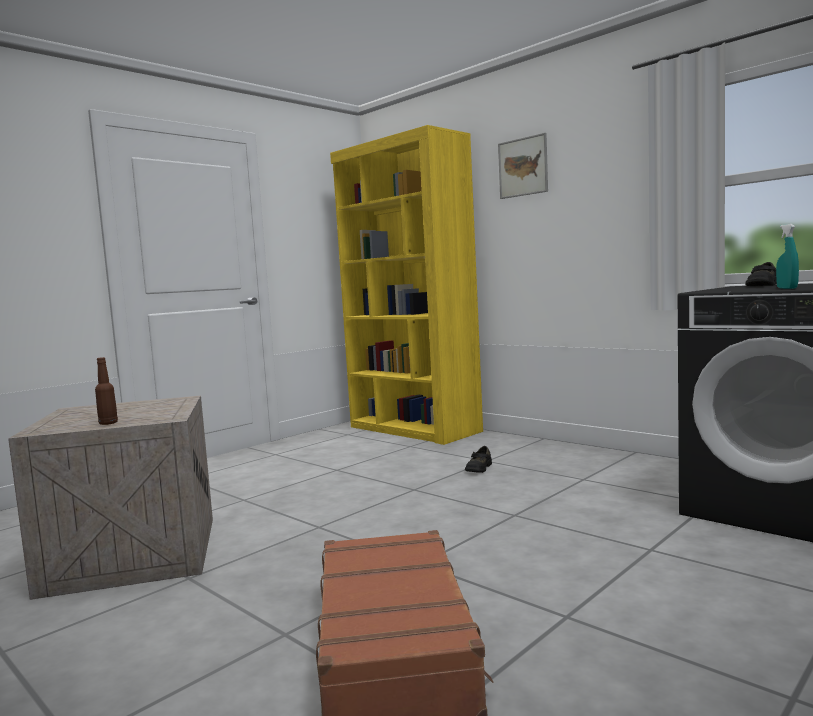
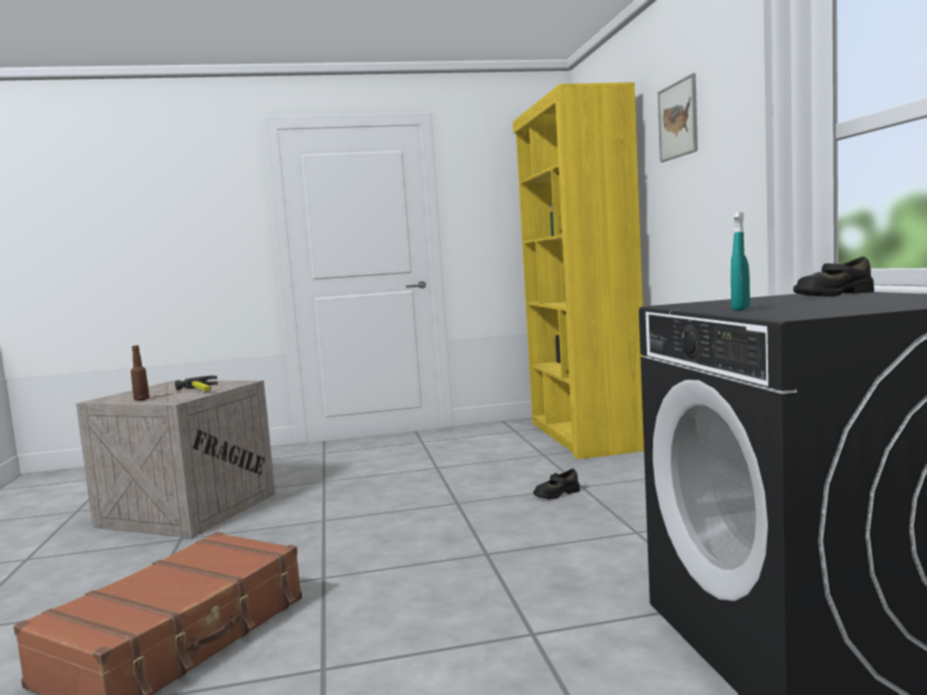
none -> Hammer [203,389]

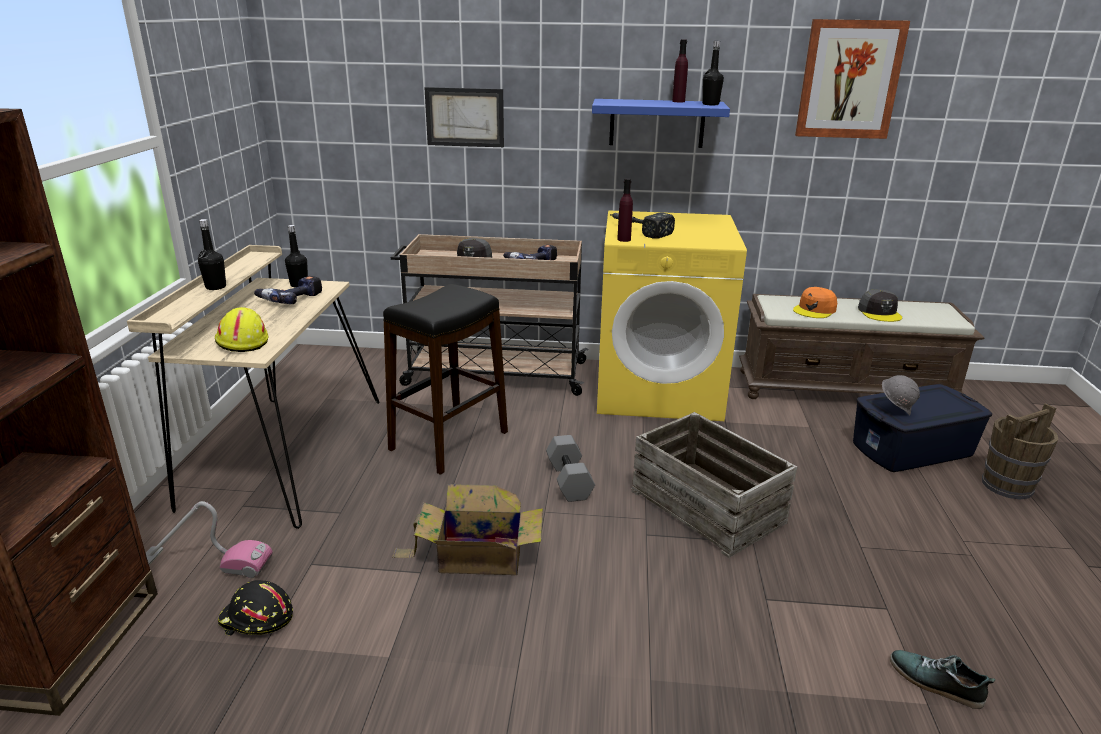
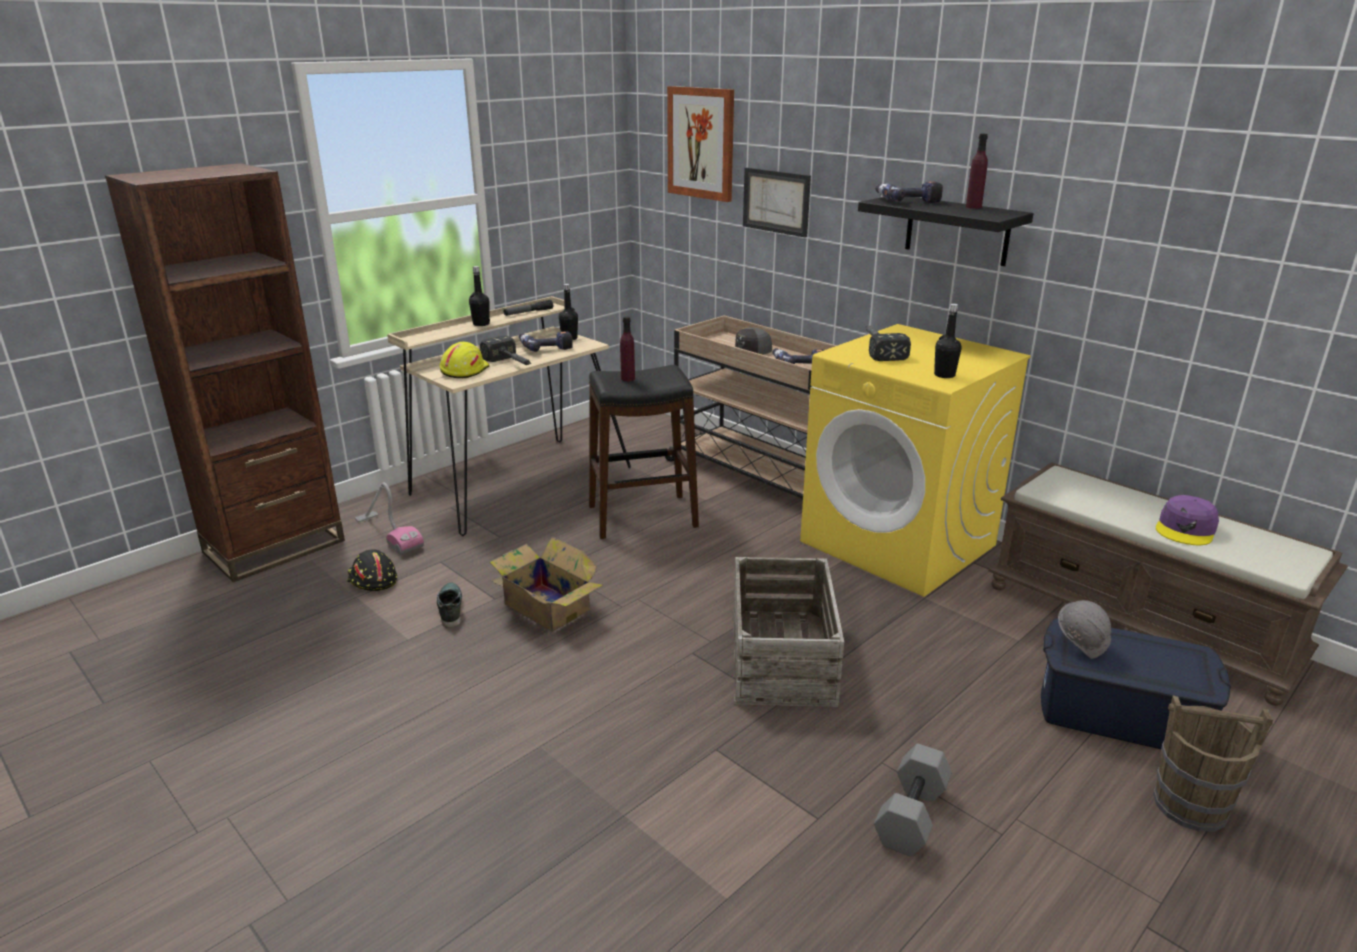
Bild [849,80] -> Bild [701,143], move
Flasche (schwarz) [710,104] -> Flasche (schwarz) [944,375], move
Wandregal (blau) [657,123] -> Wandregal (schwarz) [957,230]
Flasche (lila) [624,239] -> Flasche (lila) [628,379], move
Kappe (orange) [815,310] -> none
Kappe (grau) [879,313] -> Kappe (lila) [1186,529]
Hantel (grau) [570,481] -> Hantel (grau) [912,816], move
Schuh [935,683] -> Schuh [450,608], move
none -> Bohrmaschine [907,201]
none -> Taschenlampe [528,312]
none -> Hammer [512,364]

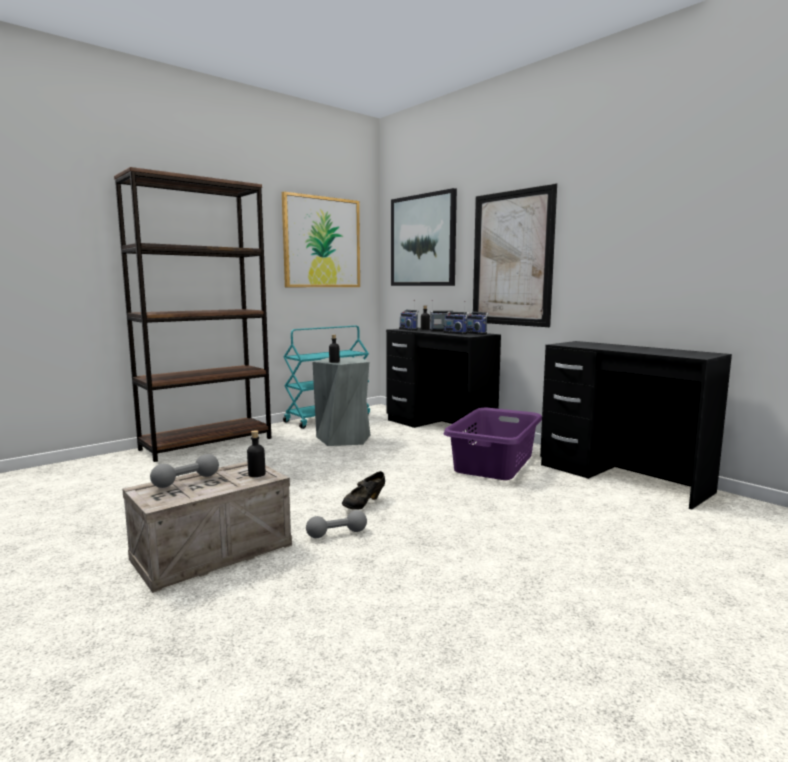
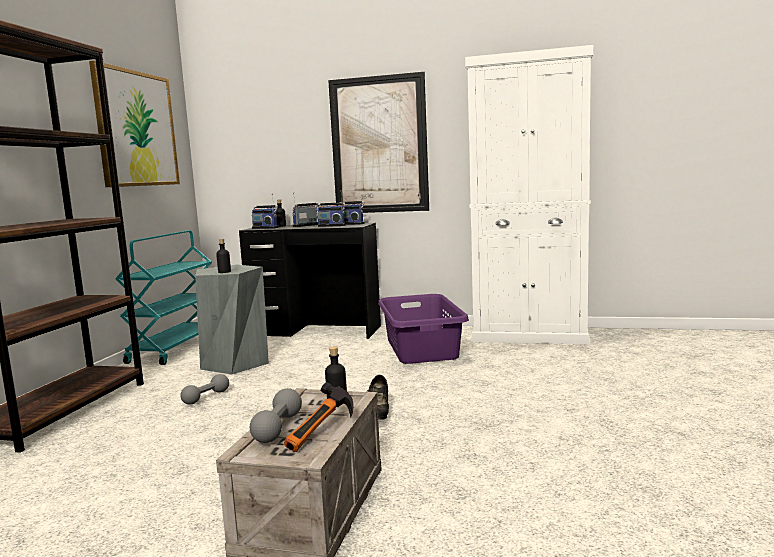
Bild [423,240] -> none
Schreibtisch (schwarz) [622,478] -> Schrank (weiß) [529,335]
Hantel (grau) [337,534] -> Hantel (grau) [206,397], move
none -> Hammer [323,434]

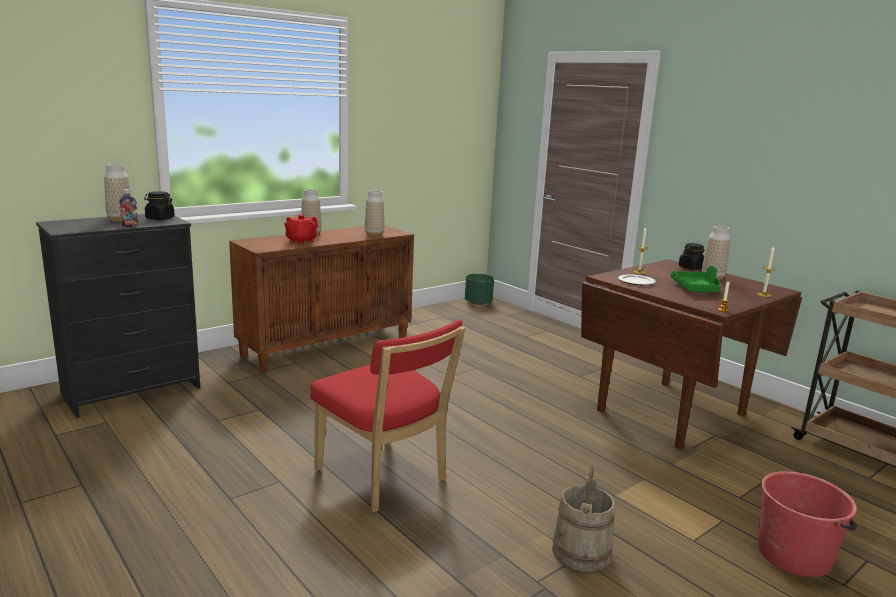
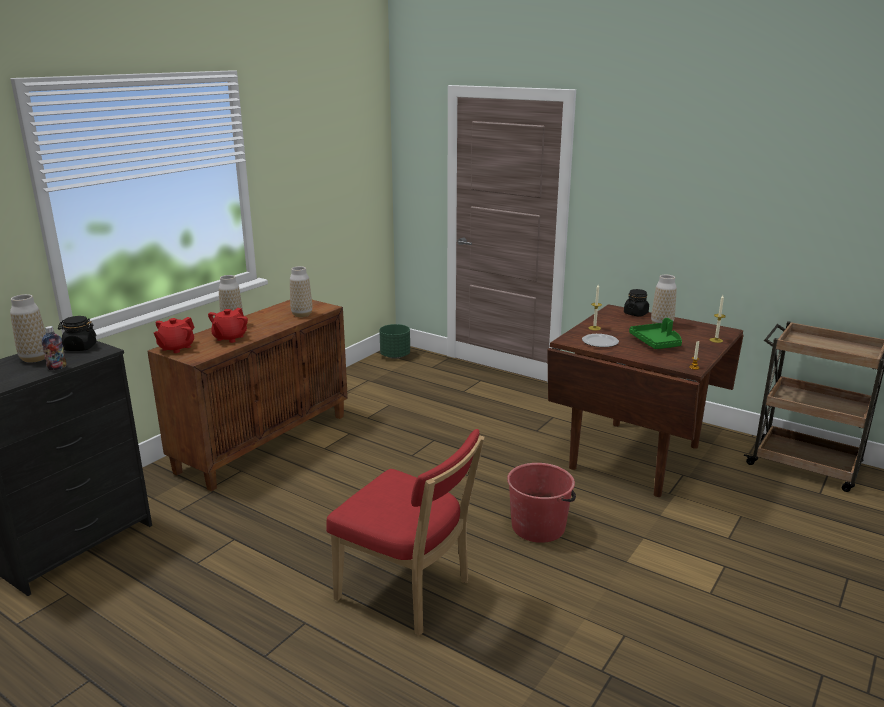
Eimer (beige) [581,552] -> none
Eimer (rot) [794,555] -> Eimer (rot) [539,527], move
none -> Teekanne (rot) [176,348]

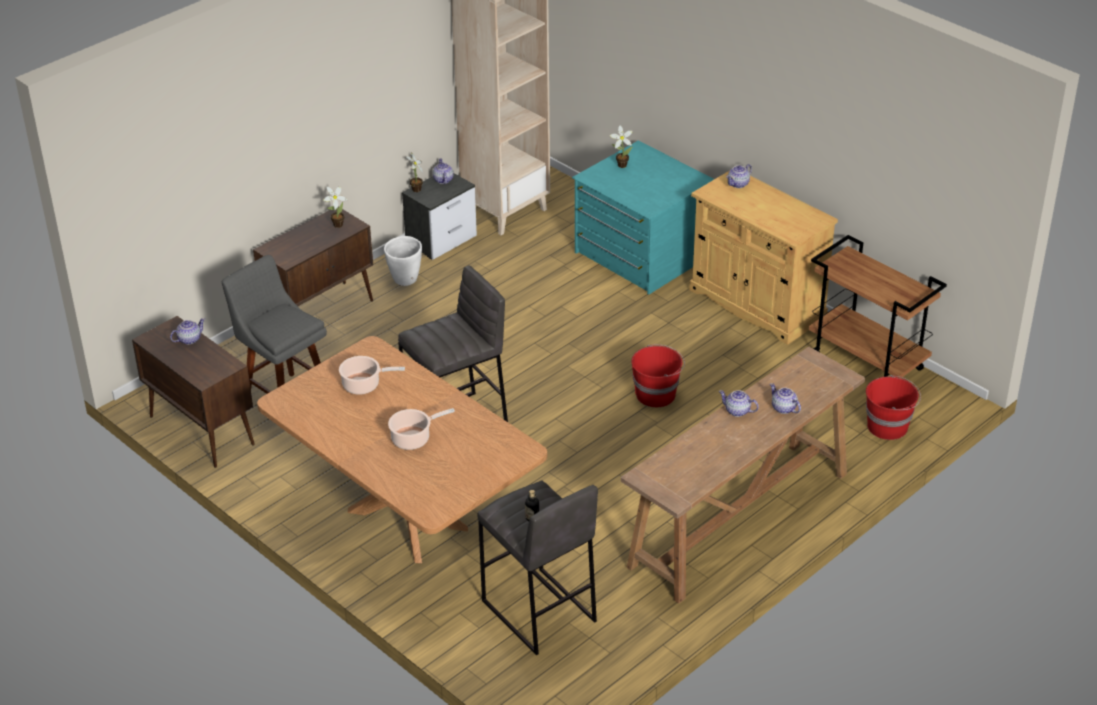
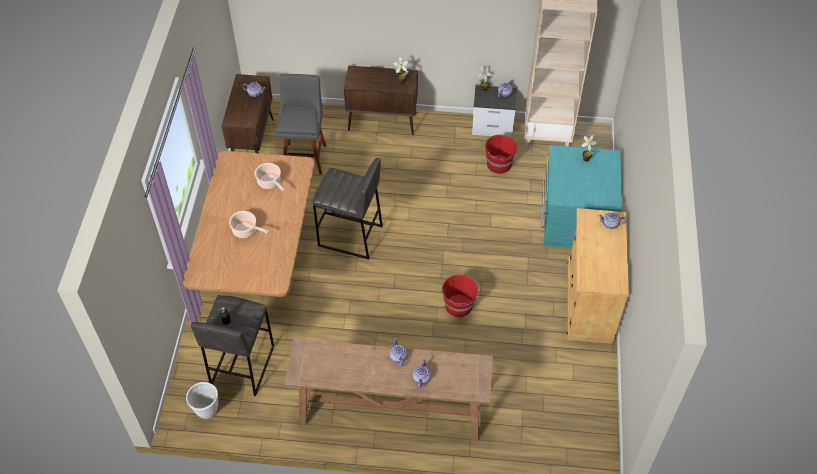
Rollwagen (braun) [868,362] -> none
Pflanzkübel (weiß) [405,280] -> Pflanzkübel (weiß) [207,411], move
Eimer (rot) [888,426] -> Eimer (rot) [499,164], move

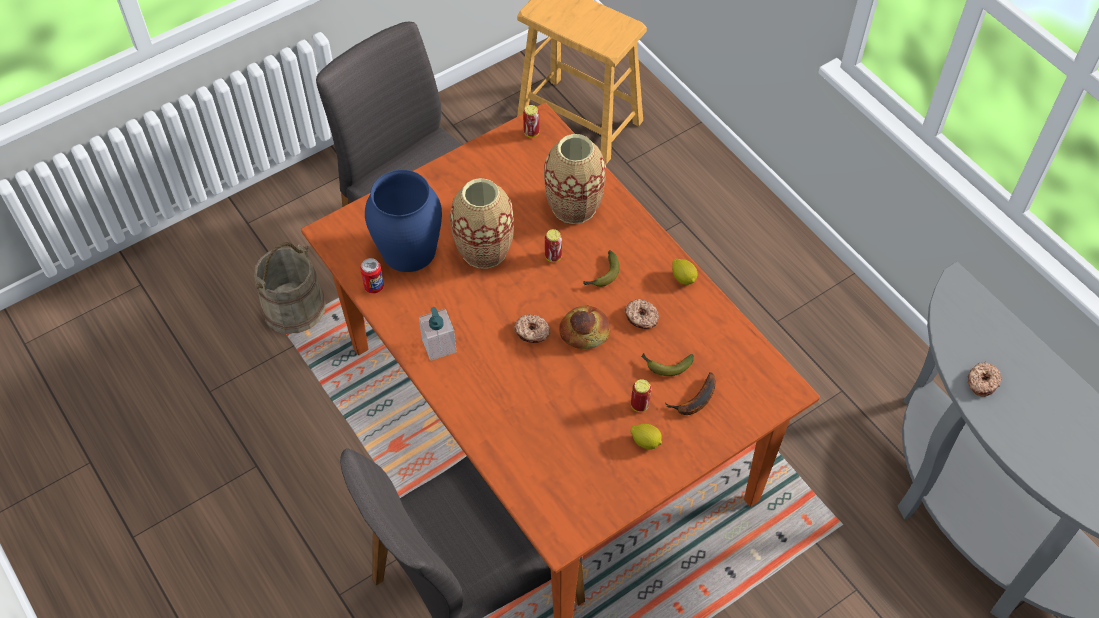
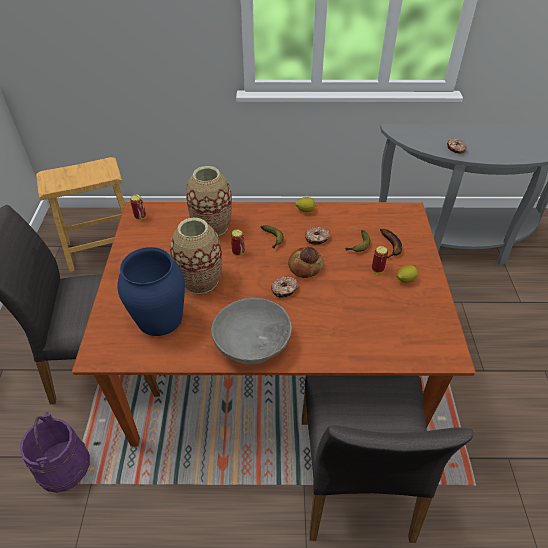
Eimer (beige) [294,308] -> Eimer (lila) [63,466]
Dose [374,286] -> none
Seifenspender [439,346] -> Schüssel (grau) [252,342]

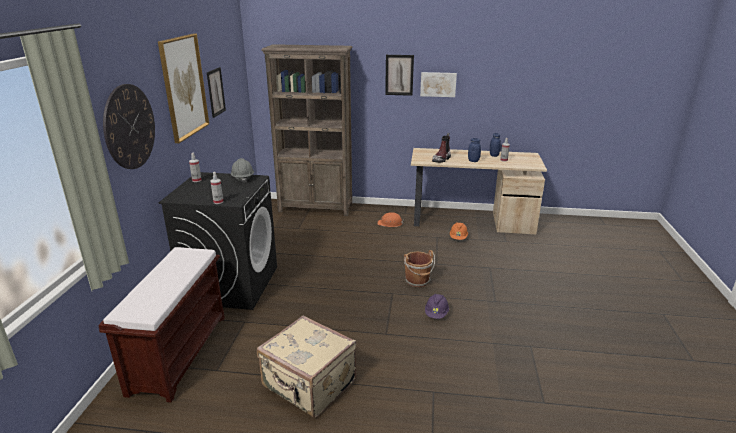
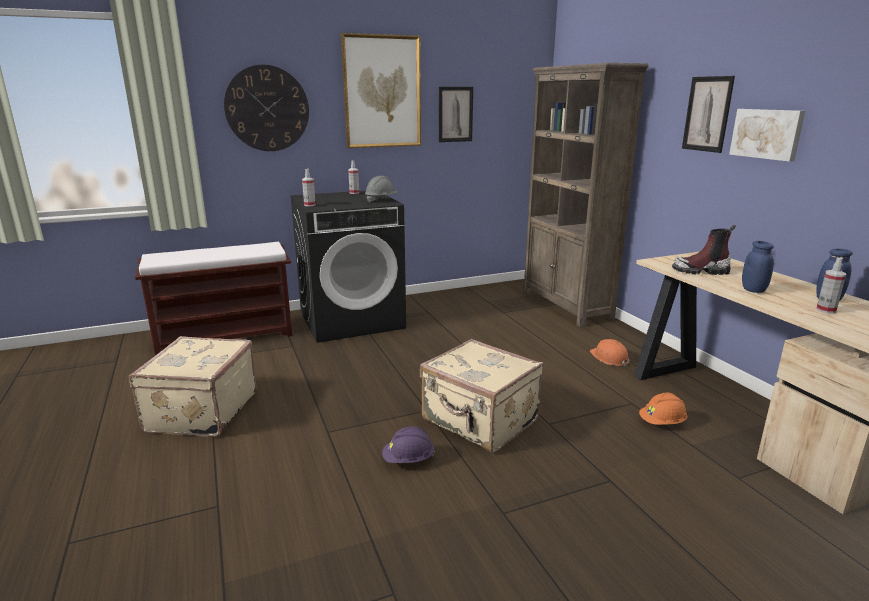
Eimer (braun) [418,281] -> Koffer (beige) [479,421]

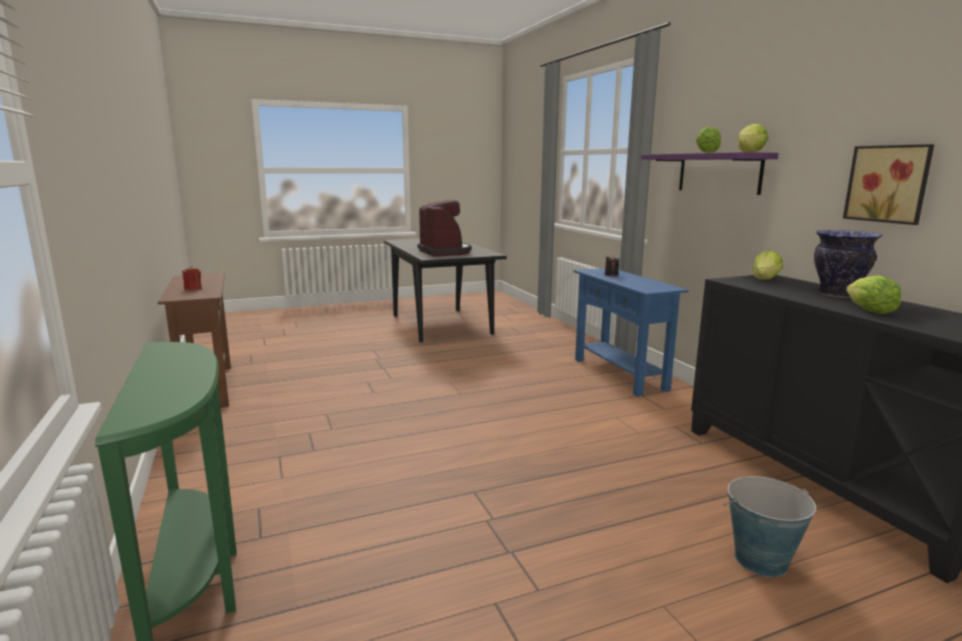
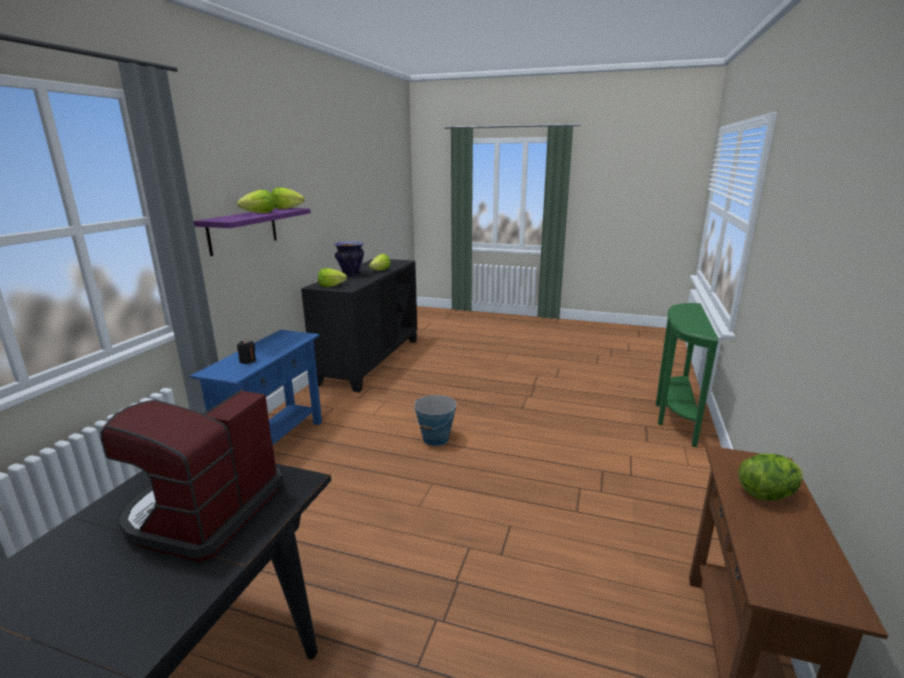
Bild [889,184] -> none
Kerze (rot) [193,289] -> Salatkopf [766,494]
Eimer [760,560] -> Eimer [436,439], move

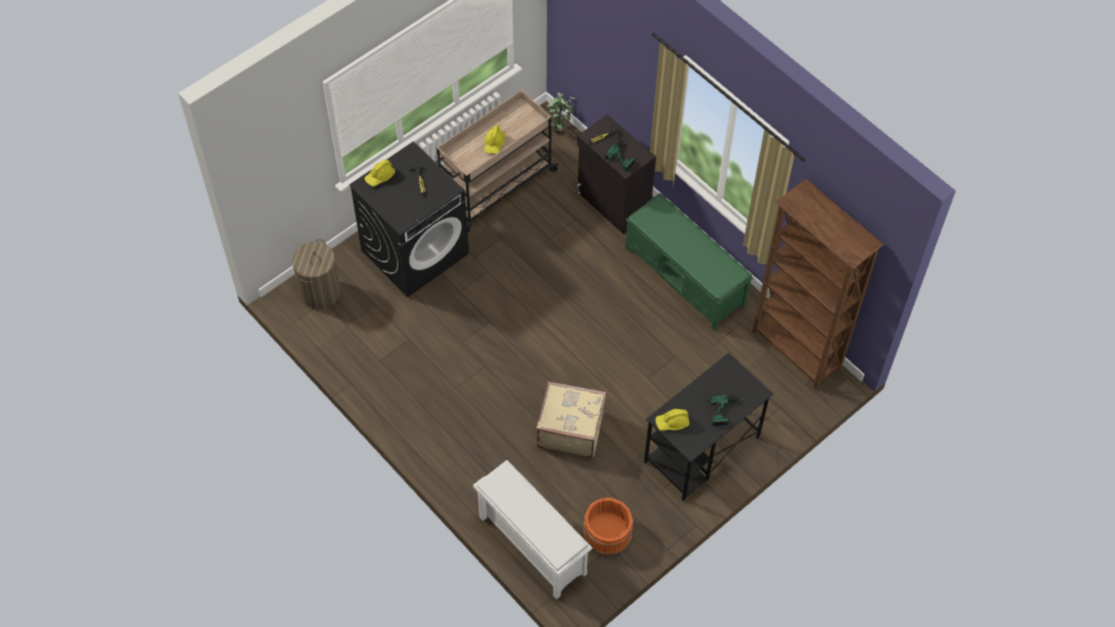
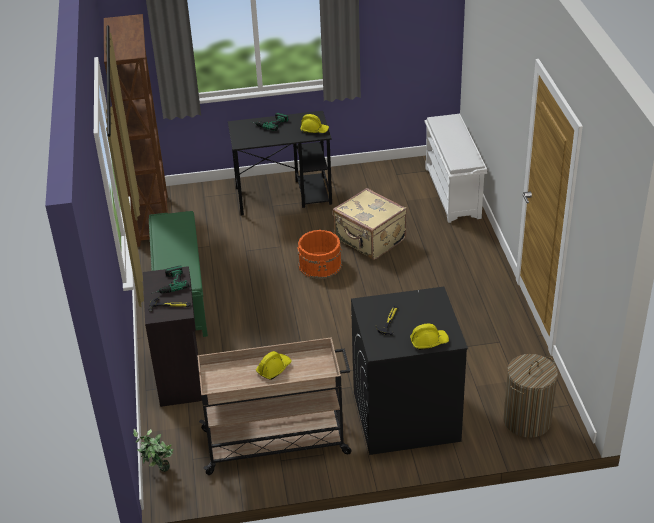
Eimer (orange) [607,532] -> Eimer (orange) [320,265], move

